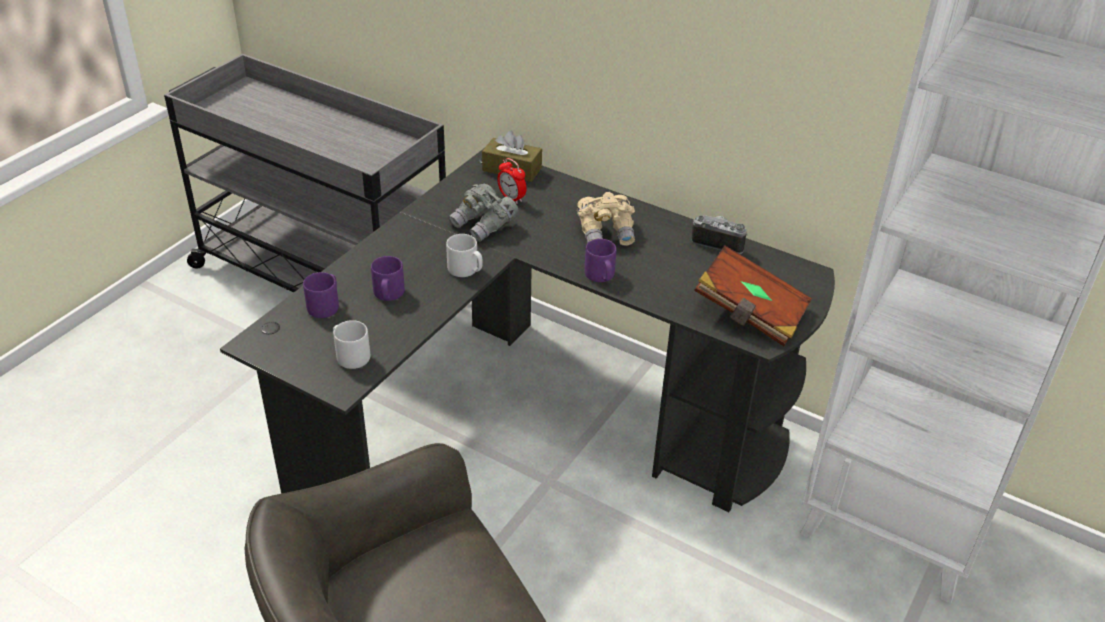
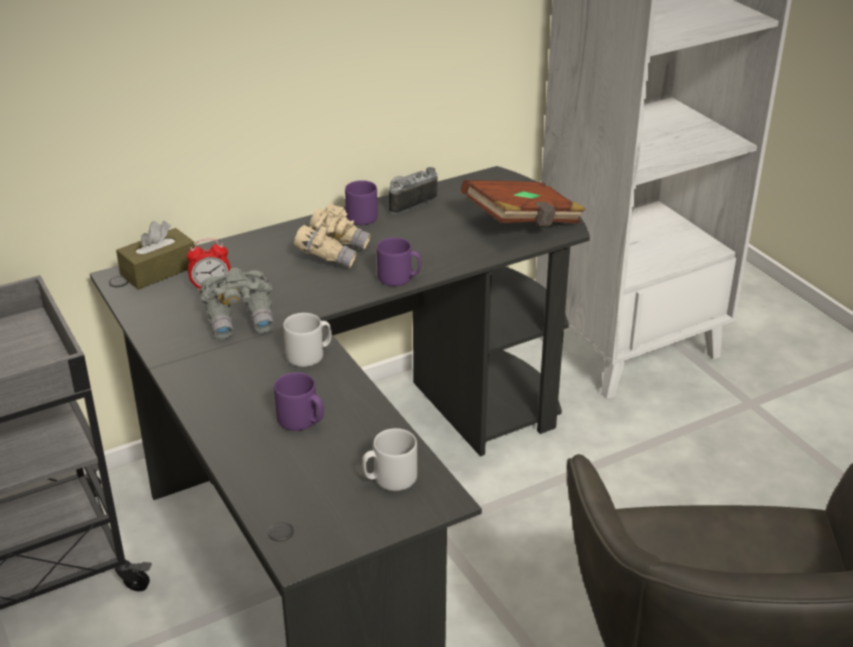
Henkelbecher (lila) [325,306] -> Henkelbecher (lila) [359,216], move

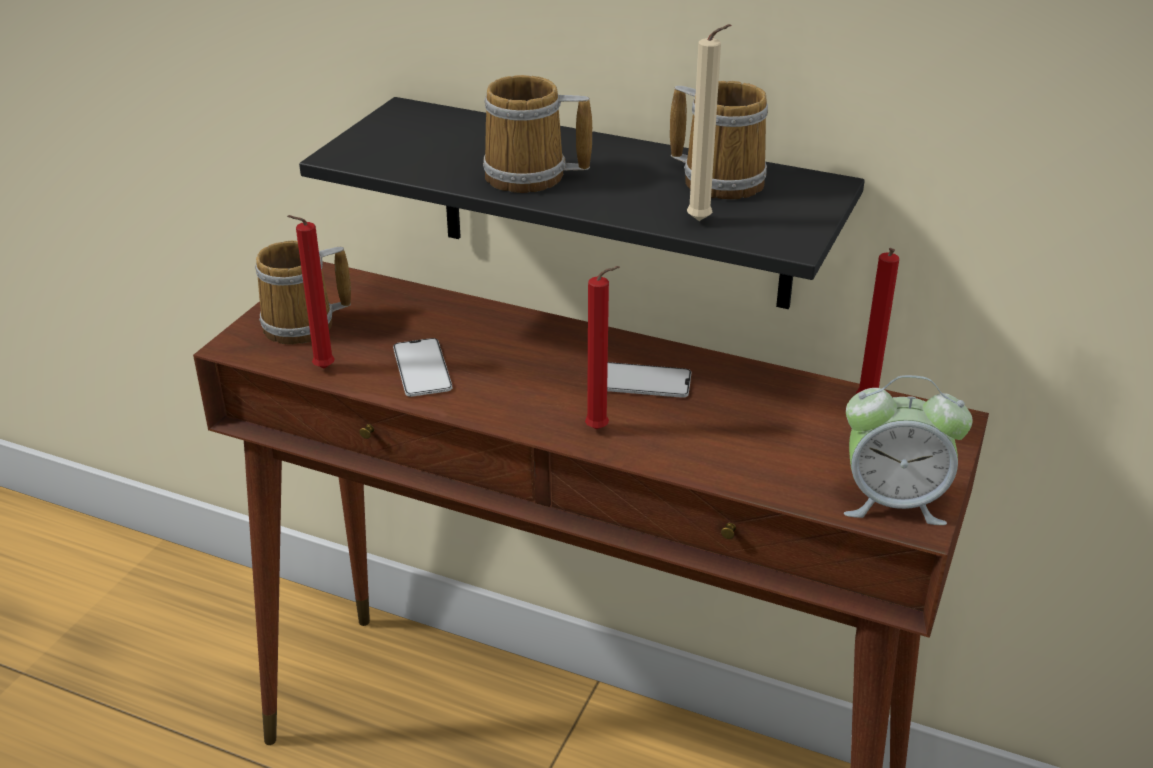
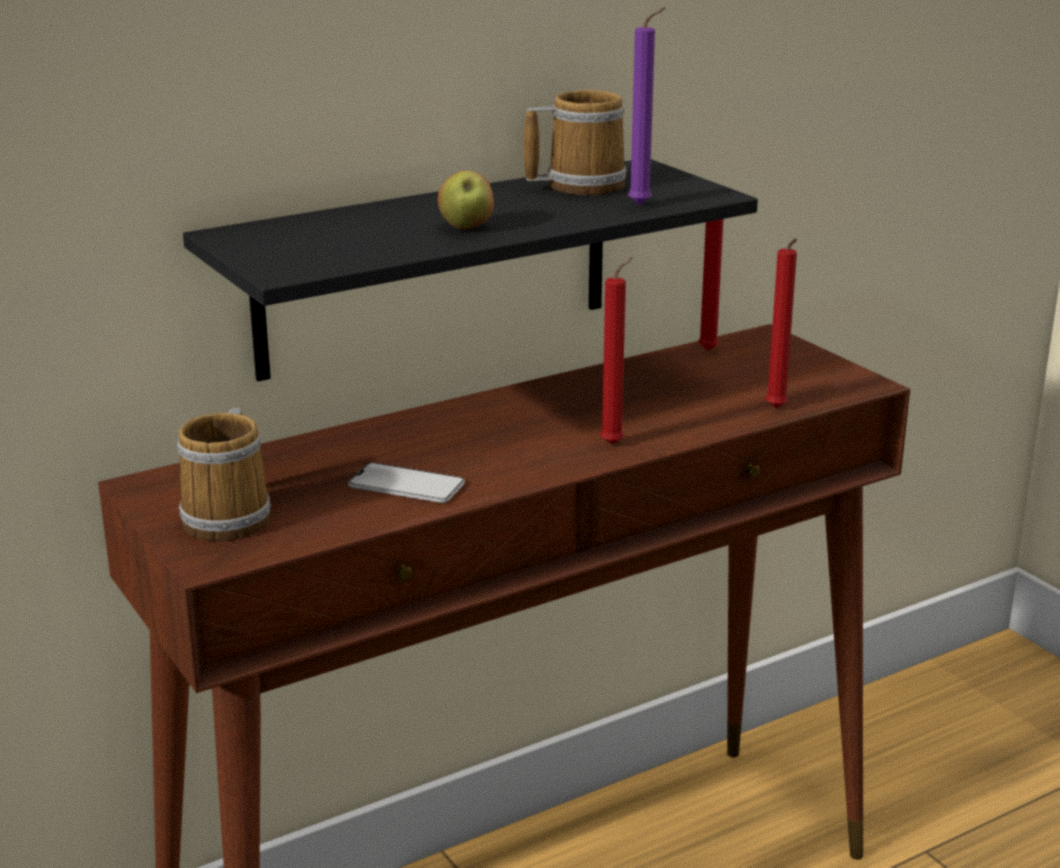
Kerze (beige) [702,222] -> Kerze (lila) [643,205]
Henkelbecher [530,177] -> Apfel [466,227]
Kerze (rot) [321,370] -> Kerze (rot) [777,409], move
Handy [641,381] -> none
Wecker [893,502] -> none

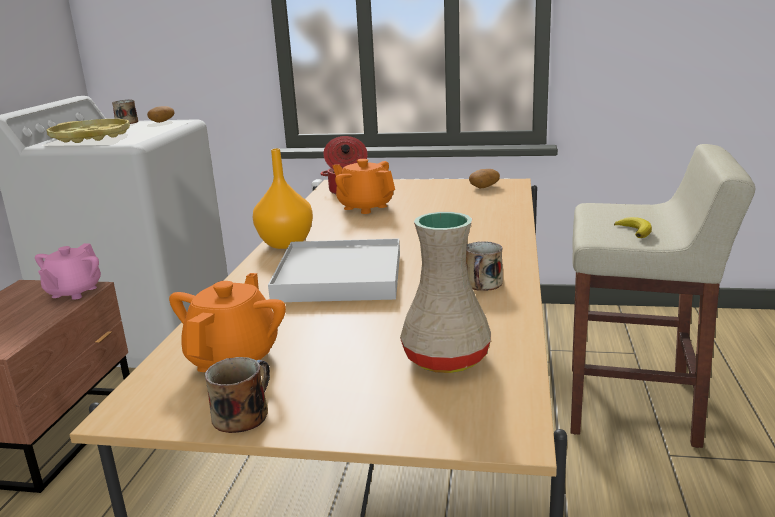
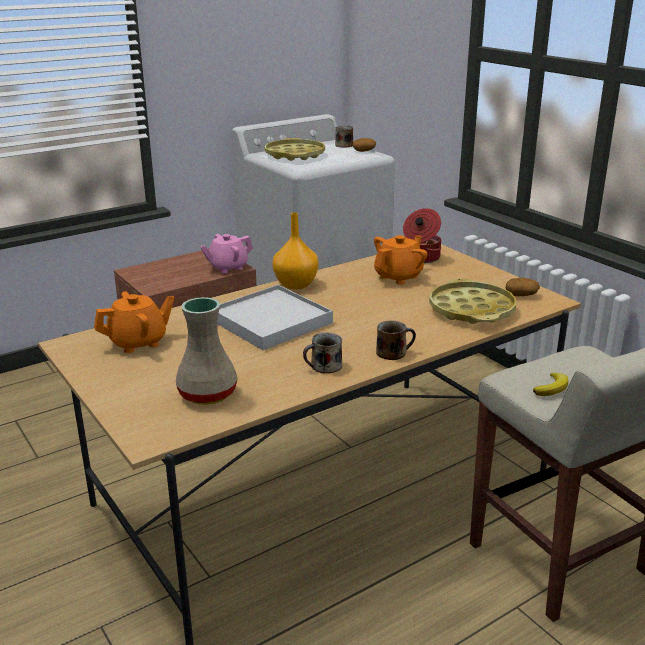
Teekanne (orange) [365,207] -> Teekanne (orange) [399,277], 45 degrees clockwise
Henkelbecher [242,414] -> Henkelbecher [393,352], move
none -> Tablett (gelb) [471,310]

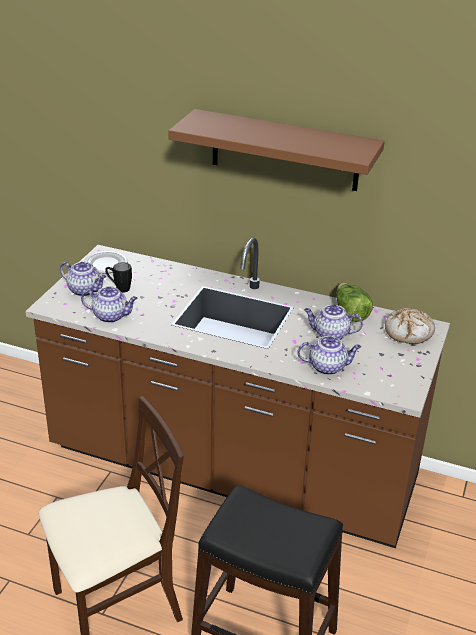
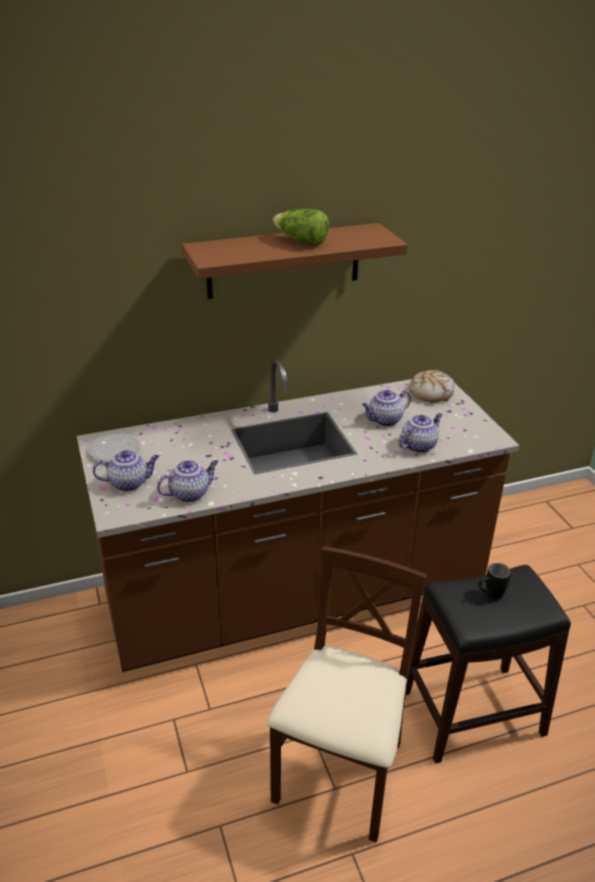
Henkelbecher (schwarz) [119,288] -> Henkelbecher (schwarz) [489,595], move
Salatkopf [350,312] -> Salatkopf [301,241], move

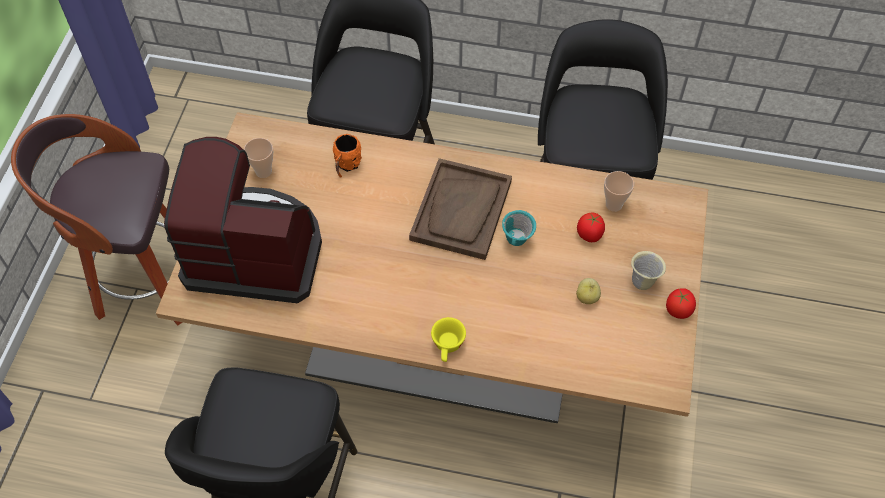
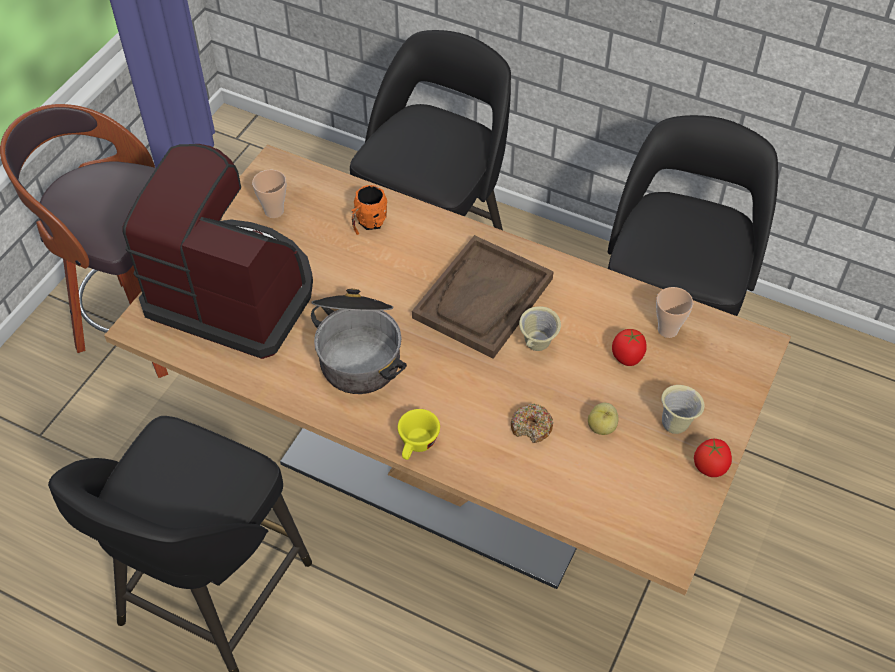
Henkelbecher (türkis) [517,242] -> Henkelbecher (beige) [537,347]
none -> Kochtopf [358,350]
none -> Donut [531,427]

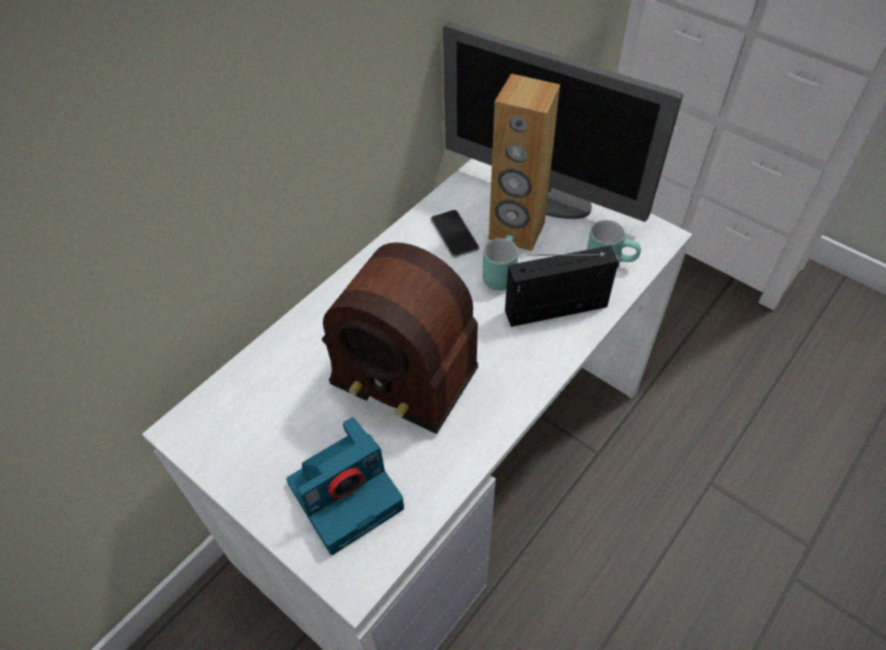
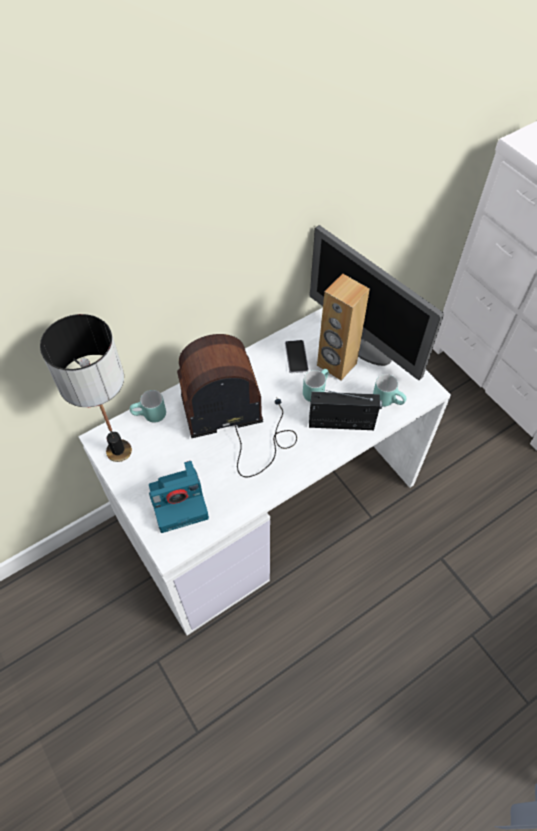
Radio [401,347] -> Radio [239,423], 120 degrees clockwise
none -> Tischlampe [119,450]
none -> Henkelbecher (türkis) [150,416]

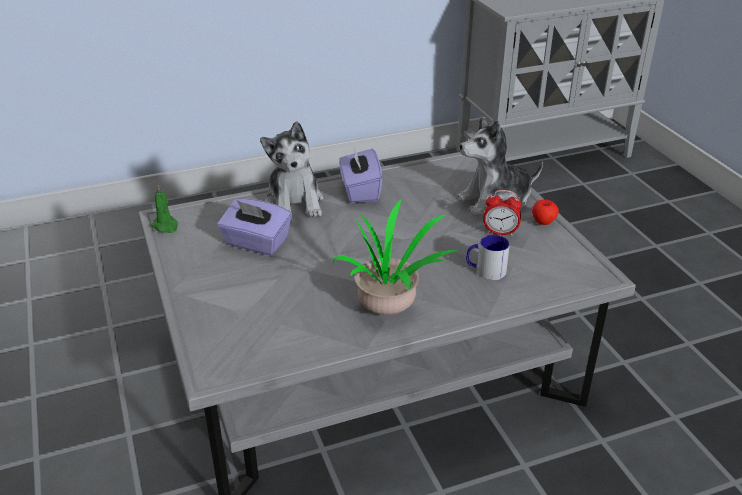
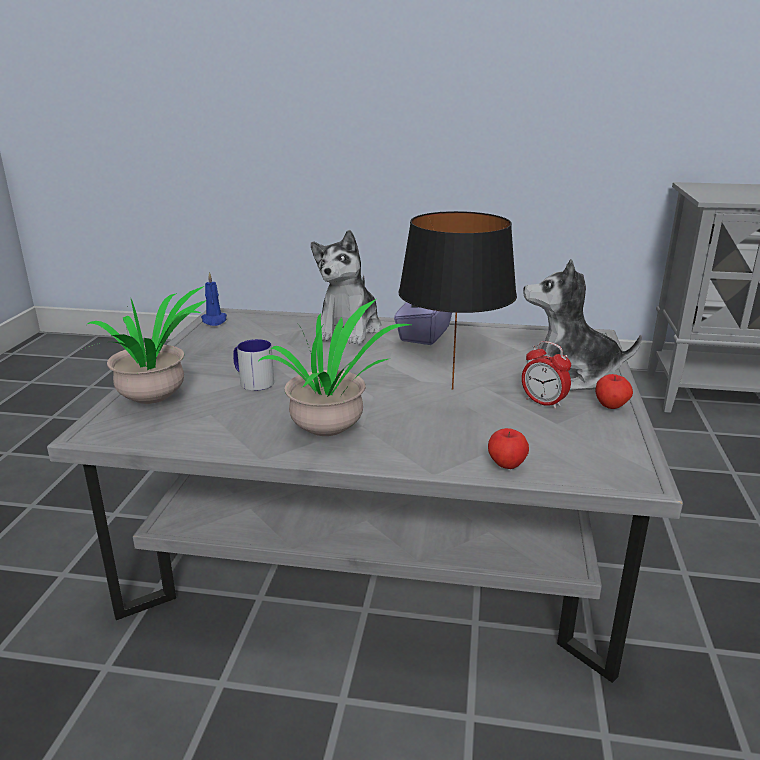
Kerze (grün) [166,226] -> Kerze (blau) [214,321]
Taschentuchbox (lila) [256,243] -> none
Henkelbecher [485,271] -> Henkelbecher [252,381], move
none -> Tischlampe (schwarz) [453,389]
none -> Topfpflanze [157,402]
none -> Apfel [506,464]

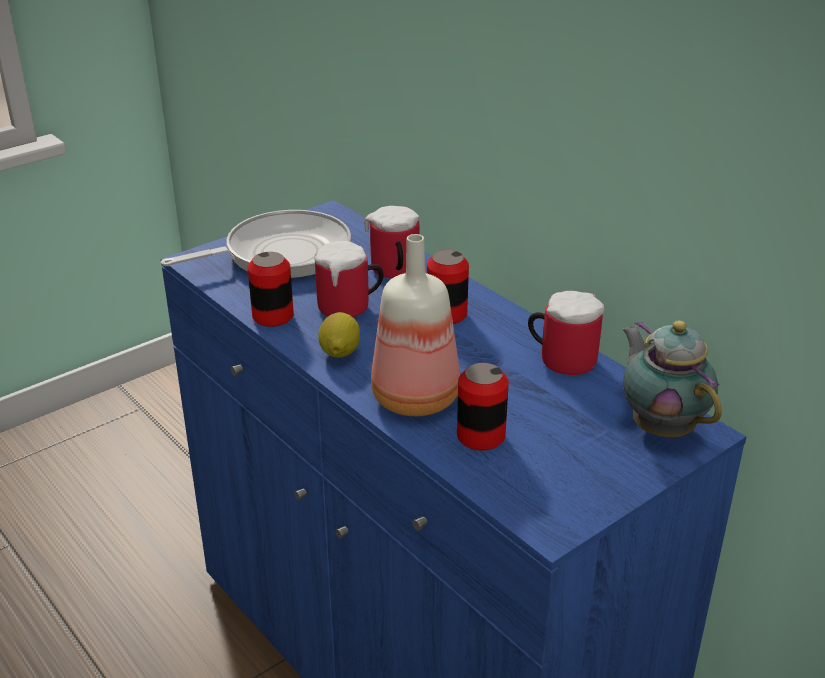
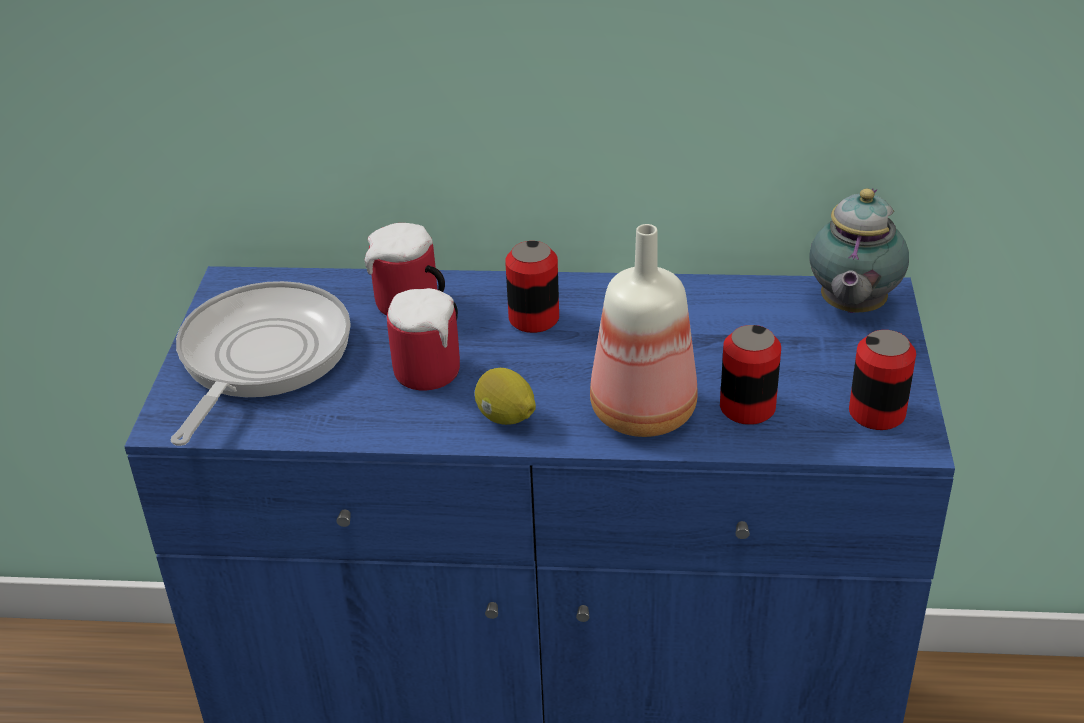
Dose [273,316] -> Dose [877,413], move
Henkelbecher [561,358] -> none
Teekanne [660,427] -> Teekanne [850,308], 90 degrees counterclockwise

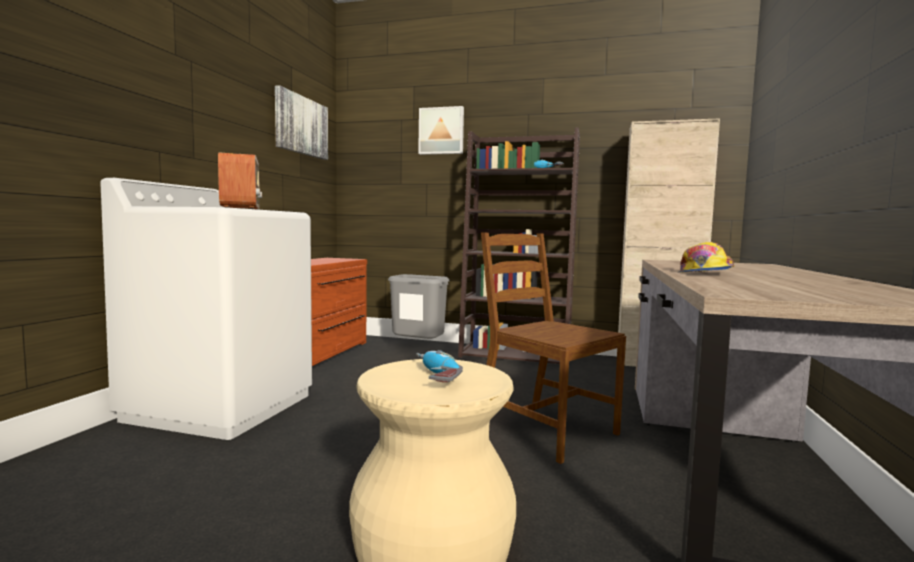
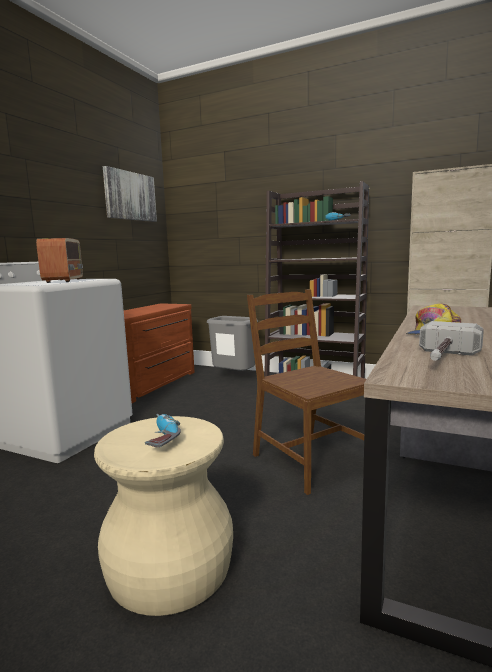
Bild [441,131] -> none
none -> Hammer [444,358]

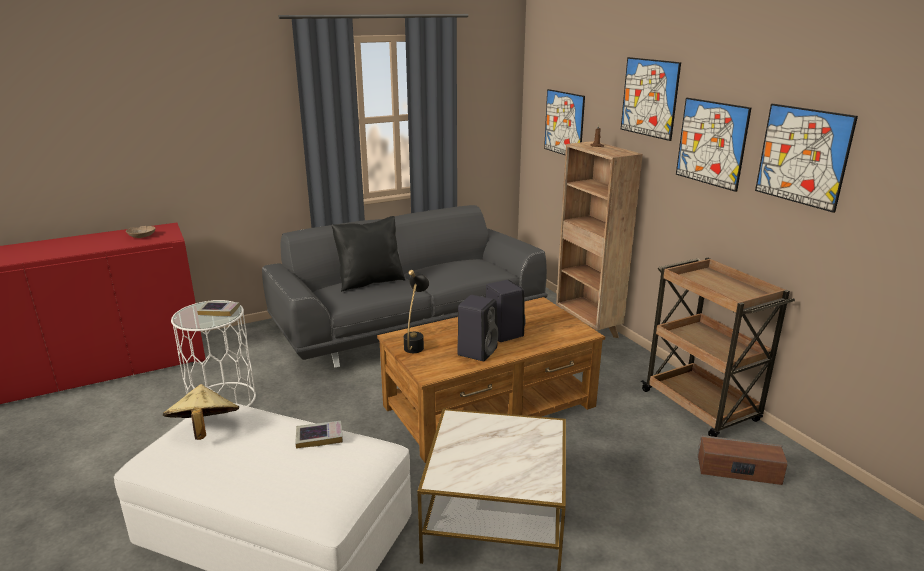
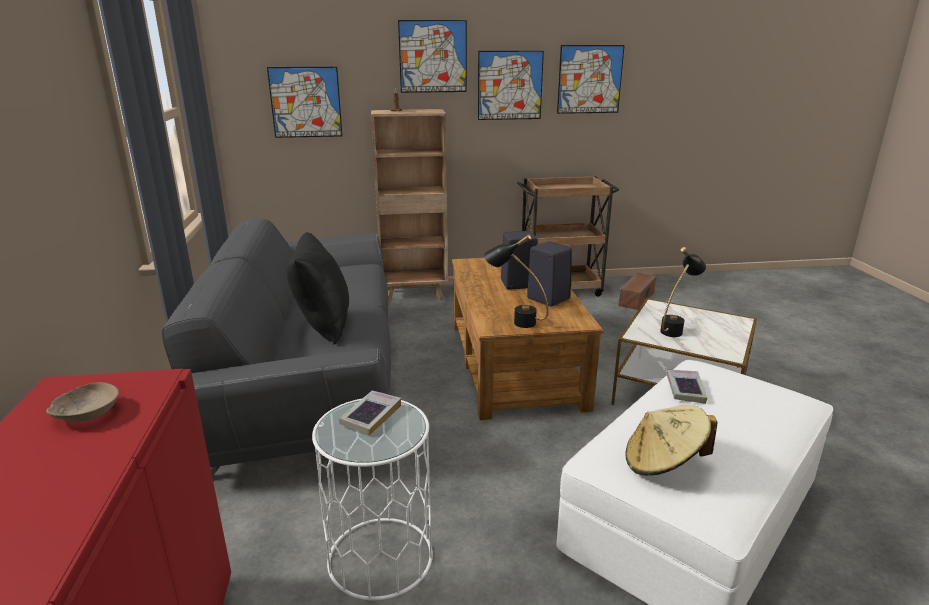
none -> Tischlampe (schwarz) [676,329]

